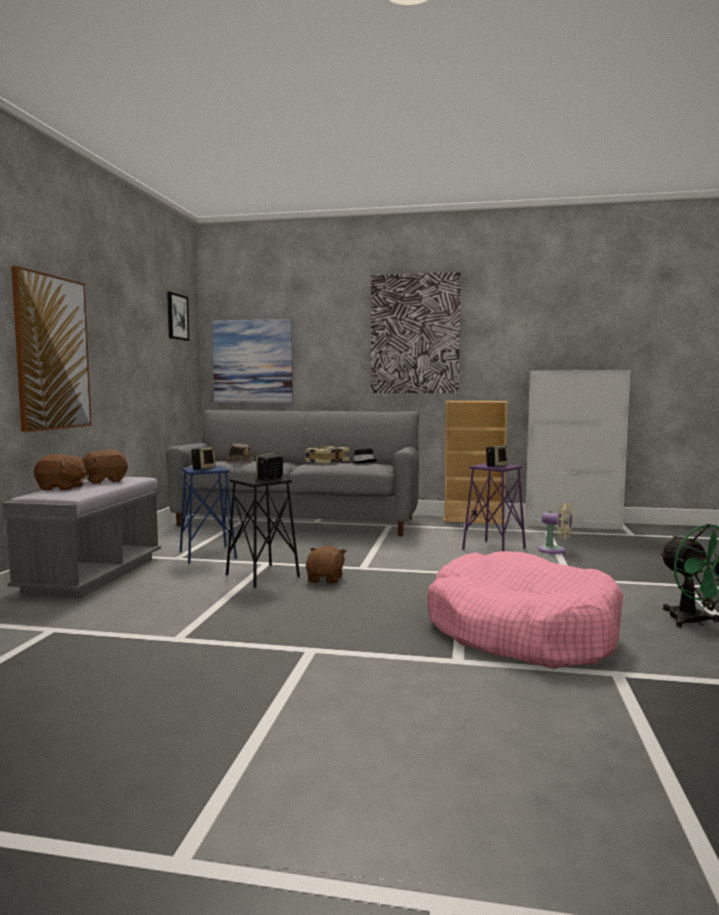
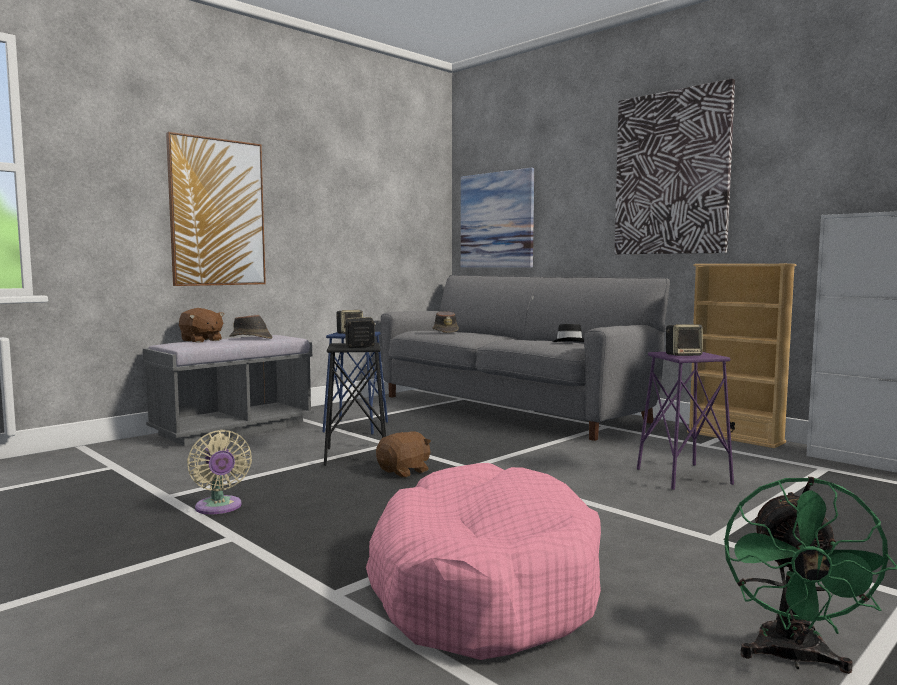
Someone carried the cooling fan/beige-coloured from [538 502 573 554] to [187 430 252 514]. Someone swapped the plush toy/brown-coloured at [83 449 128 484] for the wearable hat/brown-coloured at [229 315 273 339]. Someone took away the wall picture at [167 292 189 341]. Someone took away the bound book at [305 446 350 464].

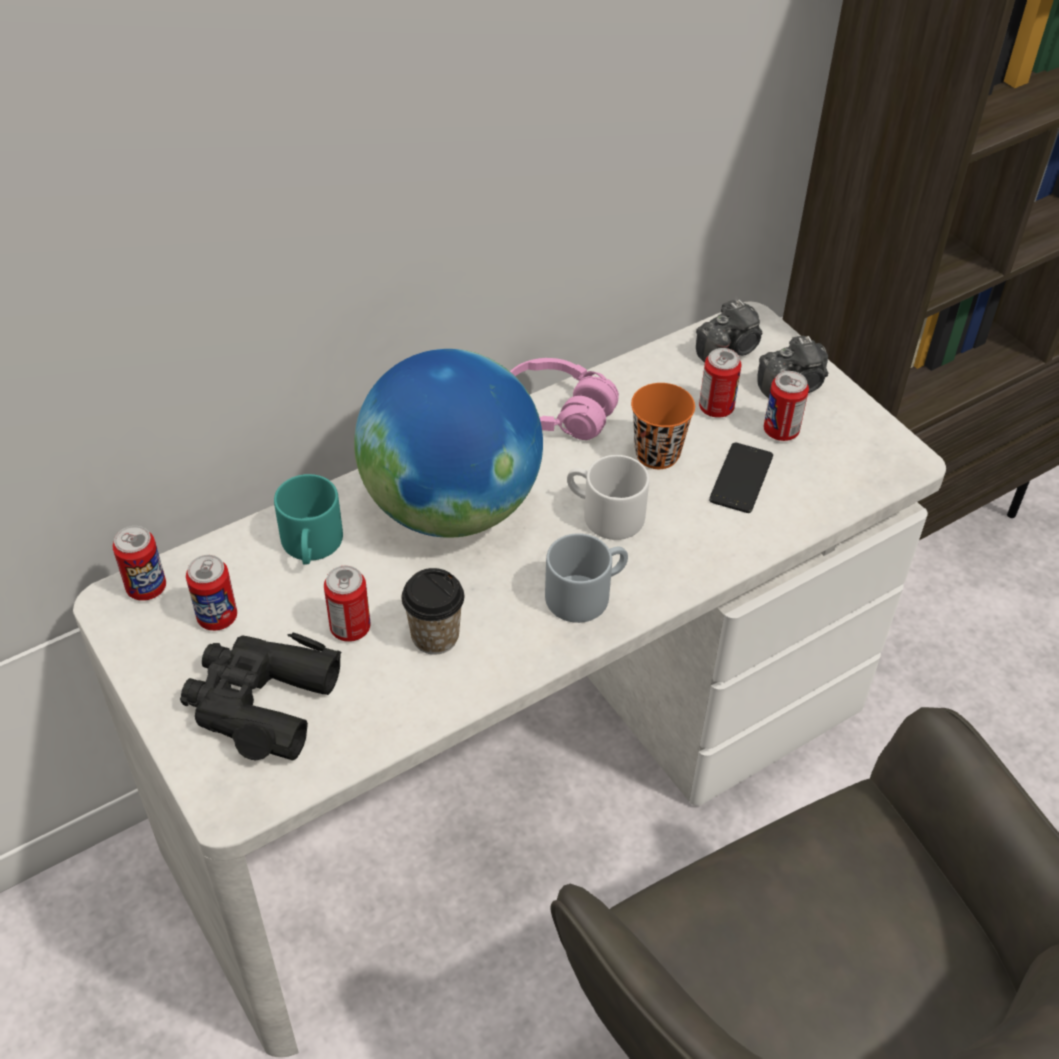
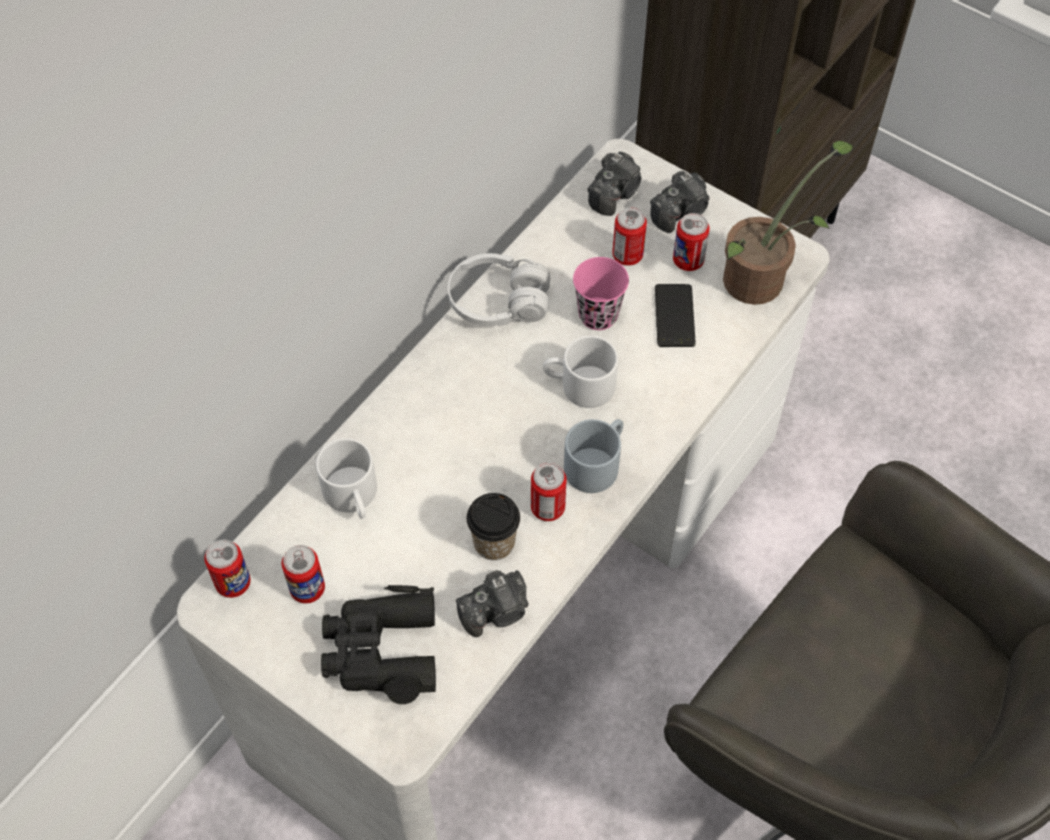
Someone repainted the coffee mug/blue-green at [274 474 343 565], which became the coffee mug/white-coloured at [316 438 377 519]. Someone repainted the pair of headphones/pinkish at [510 358 619 440], which became the pair of headphones/white-coloured at [448 253 550 326]. Someone put down the still camera at [456 570 529 637]. Someone carried the sealed can from [324 566 371 642] to [531 463 567 521]. Someone repainted the drinking cup/orange at [631 383 695 469], which became the drinking cup/pinkish at [573 257 629 330]. Someone put down the potted plant at [723 141 853 305]. Someone took away the desk globe at [354 349 543 538].

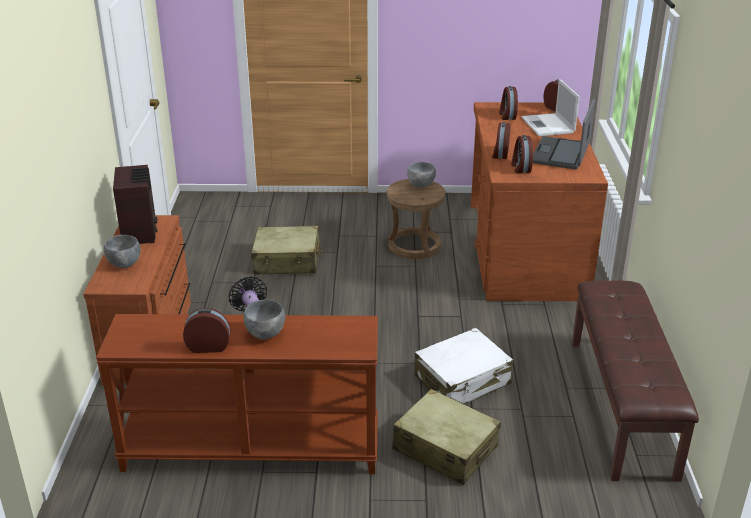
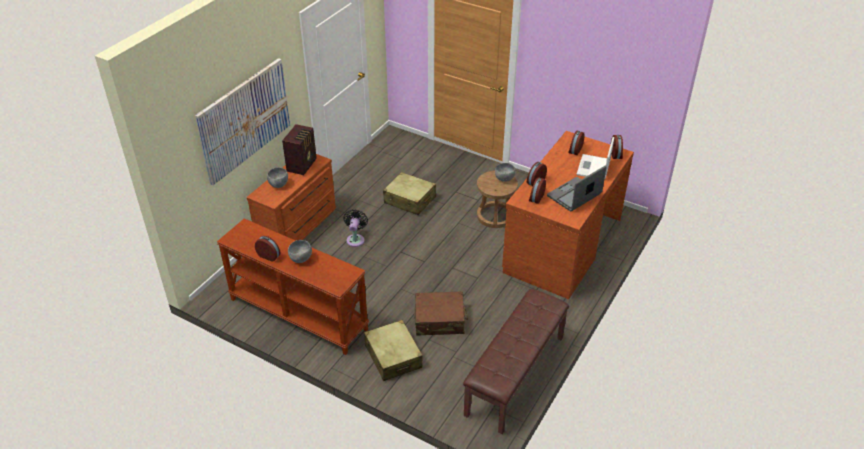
Someone put up the wall picture at [195 58 290 185]. Someone repainted the piece of luggage/white-coloured at [415 328 513 404], which became the piece of luggage/brown-coloured at [414 291 468 336].

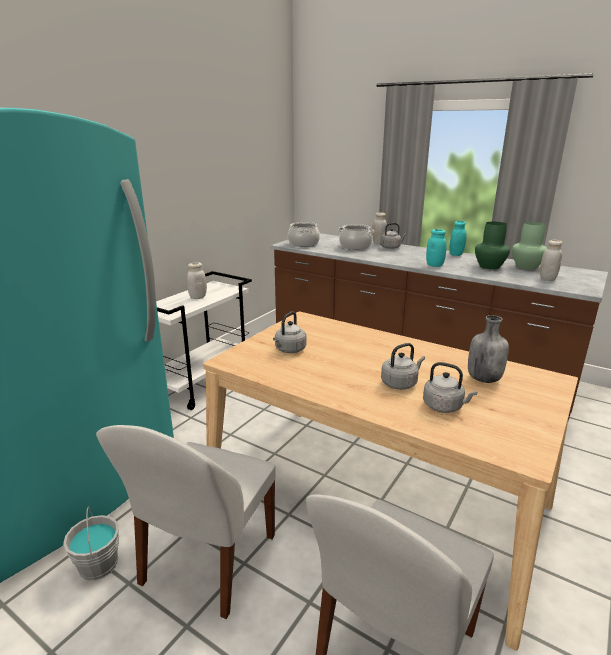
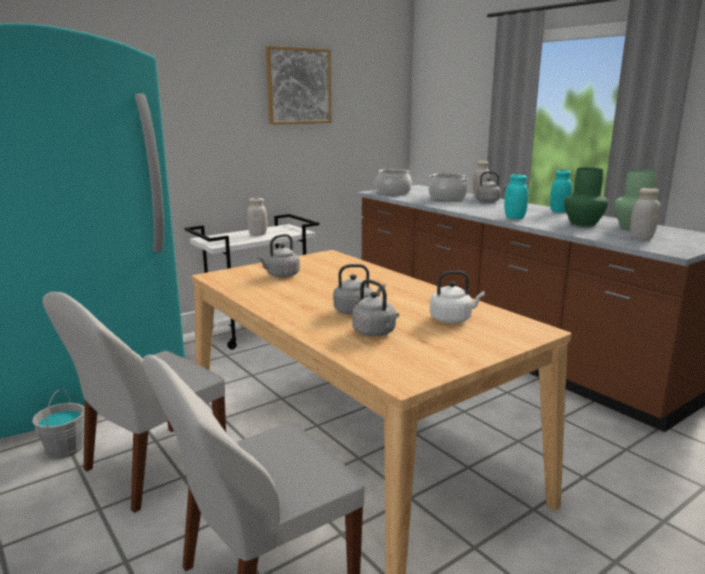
Someone put up the wall picture at [266 46 332 125]. Someone swapped the beverage bottle/gray at [468 315 509 383] for the tea kettle/white-coloured at [430 271 485 323].

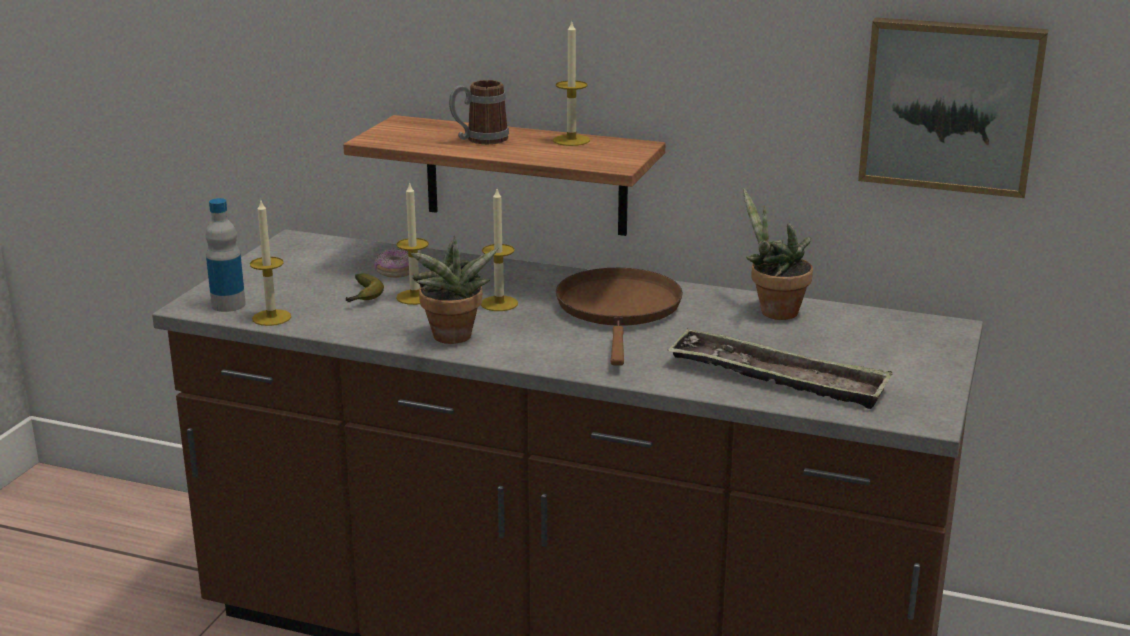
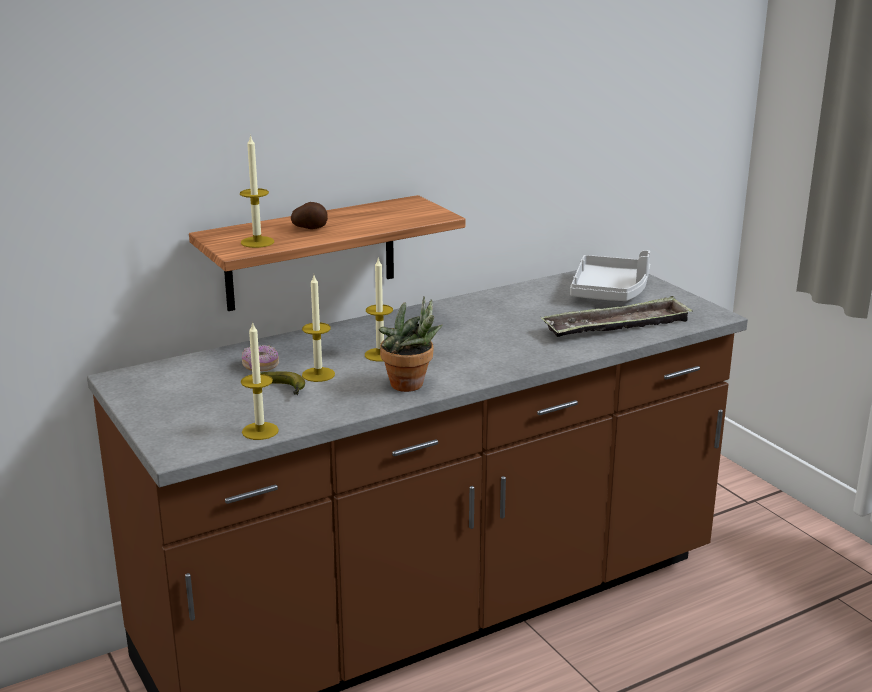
Someone carried the wax light from [553 22 590 146] to [240 134 274 248]. Someone swapped the coffee mug at [449 80 509 144] for the potato at [291 202 328 229]. Someone put down the carrying tray/gray at [570 250 650 301]. Someone took away the beverage bottle at [206 198 246 312]. Someone took away the pan/brown-coloured at [556 268 683 366]. Someone took away the potted plant at [743 189 813 320]. Someone took away the wall picture at [858 17 1049 198].

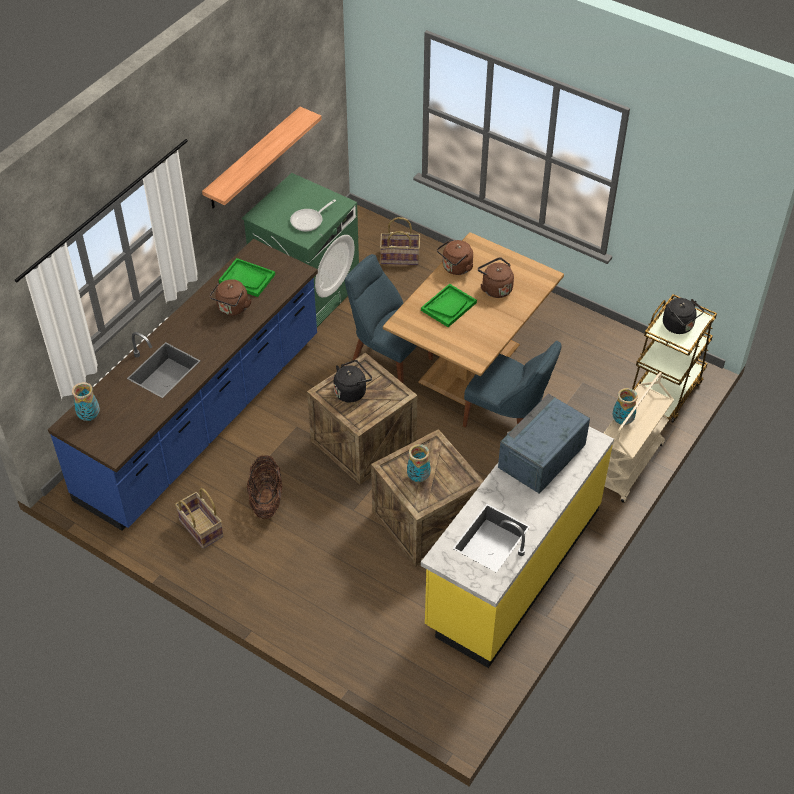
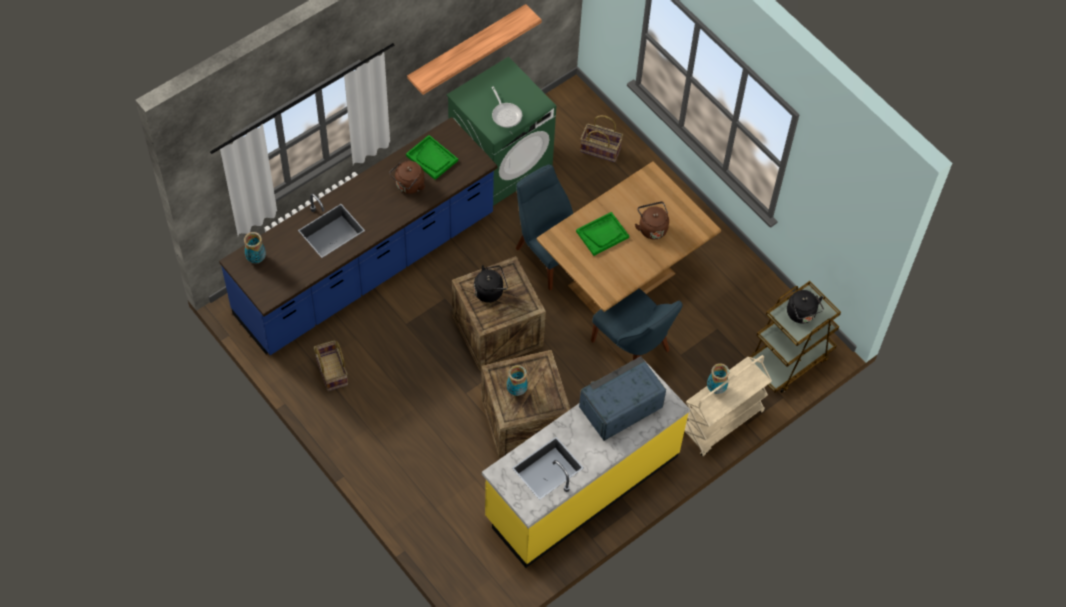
Someone rotated the pan at [290 199 336 232] by 90 degrees counterclockwise. Someone took away the basket at [247 455 283 519]. Someone took away the tea kettle/brown-coloured at [437 240 474 275].

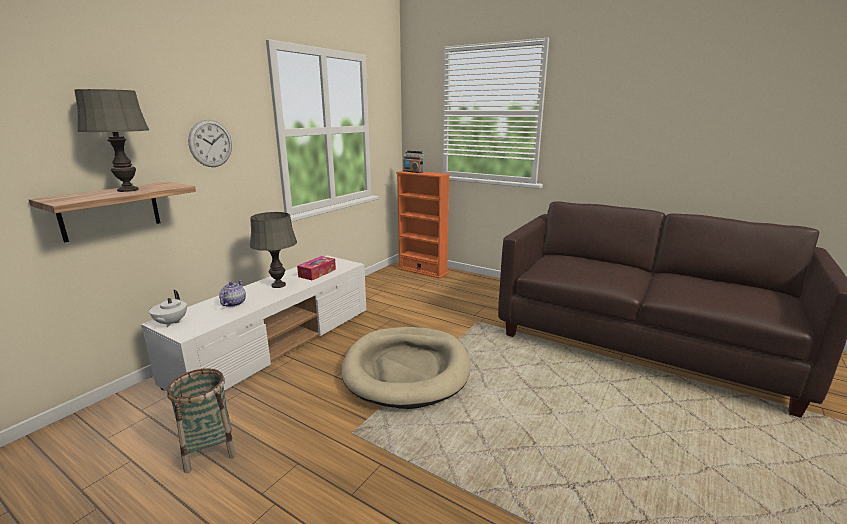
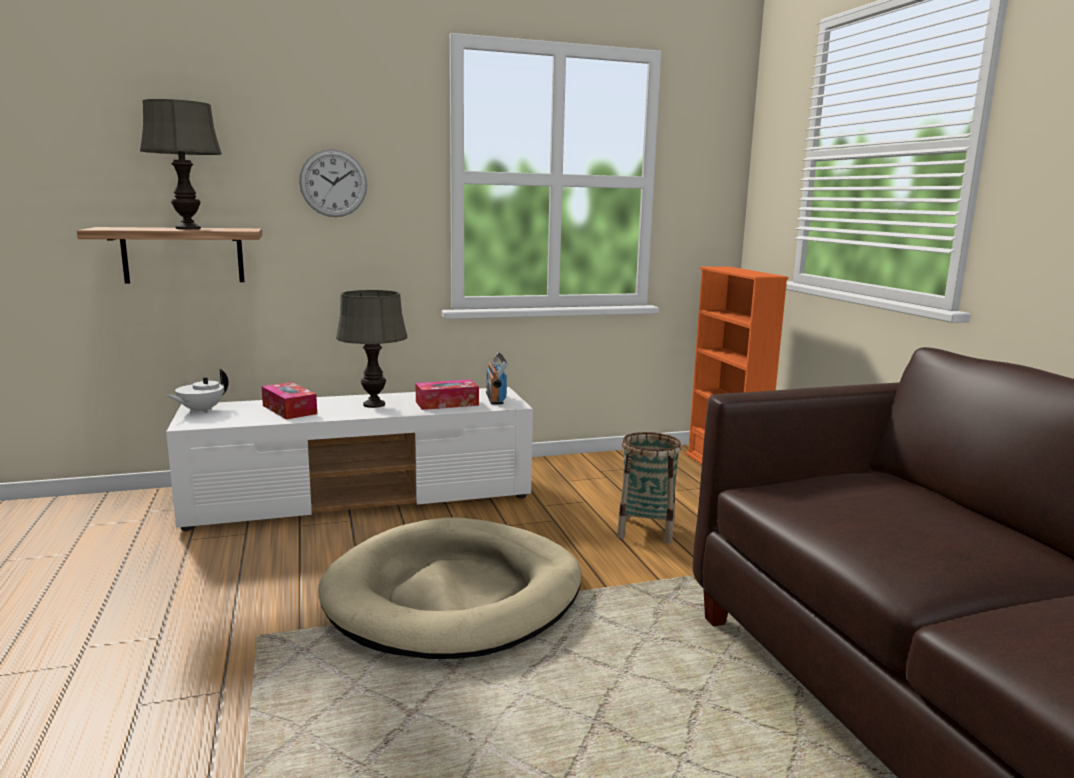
Someone swapped the tea pot at [219 280 246 307] for the box of tissues at [261 382 317 419]. Someone carried the radio set from [403 151 425 173] to [486 352 508 405]. Someone carried the basket from [167 368 236 473] to [617 432 682 544].

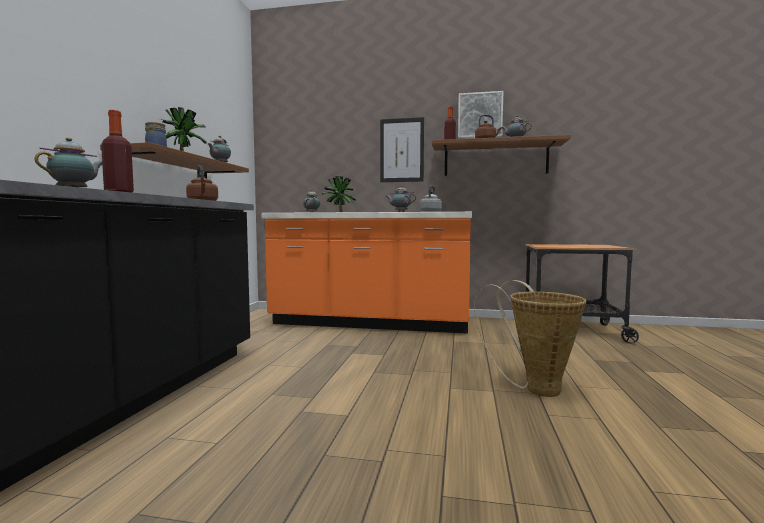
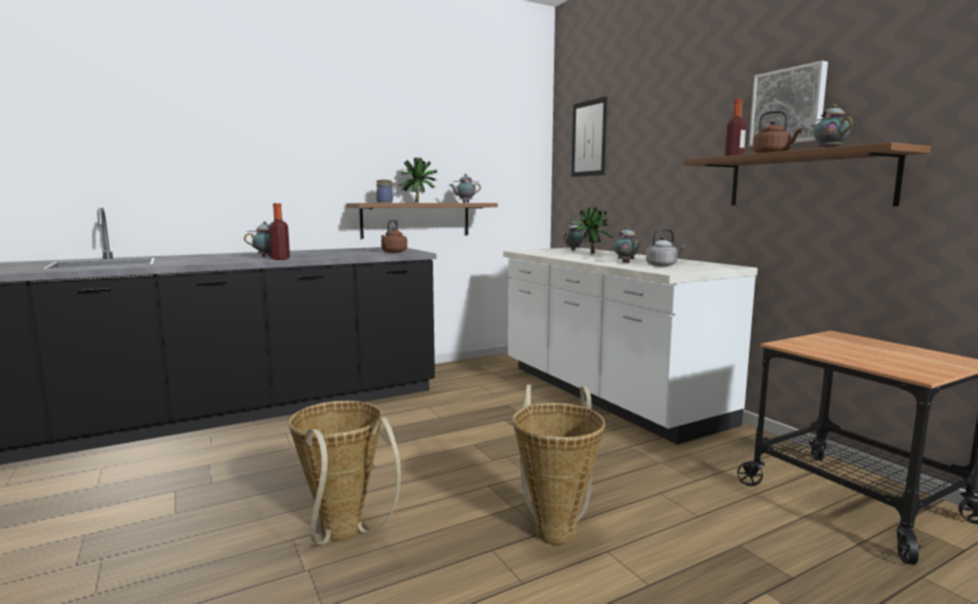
Someone put down the basket at [289 401 401 545]. Someone repainted the counter/orange at [261 212 472 334], which became the counter/white-coloured at [503 247 758 445]. Someone carried the wall picture from [380 117 424 182] to [571 96 608 177].

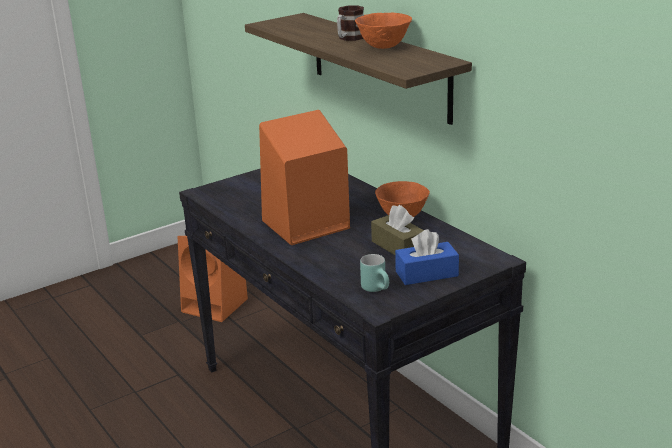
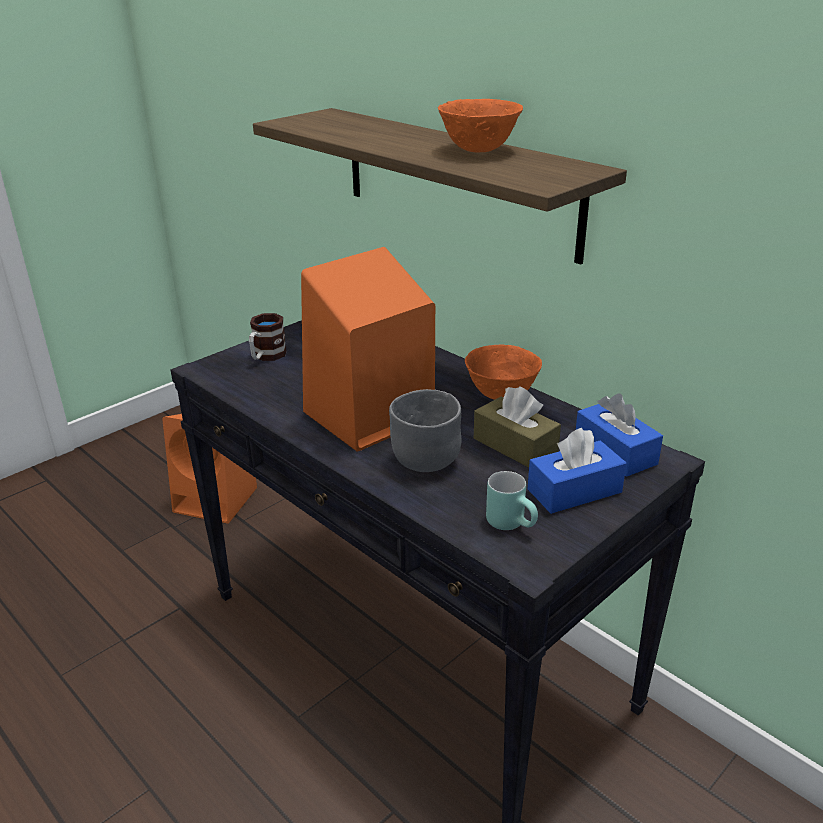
Someone carried the coffee mug from [337 6 364 41] to [249 313 287 361]. Someone put down the deep dish/gray at [389 389 462 472]. Someone put down the box of tissues/blue at [576 393 663 477].

